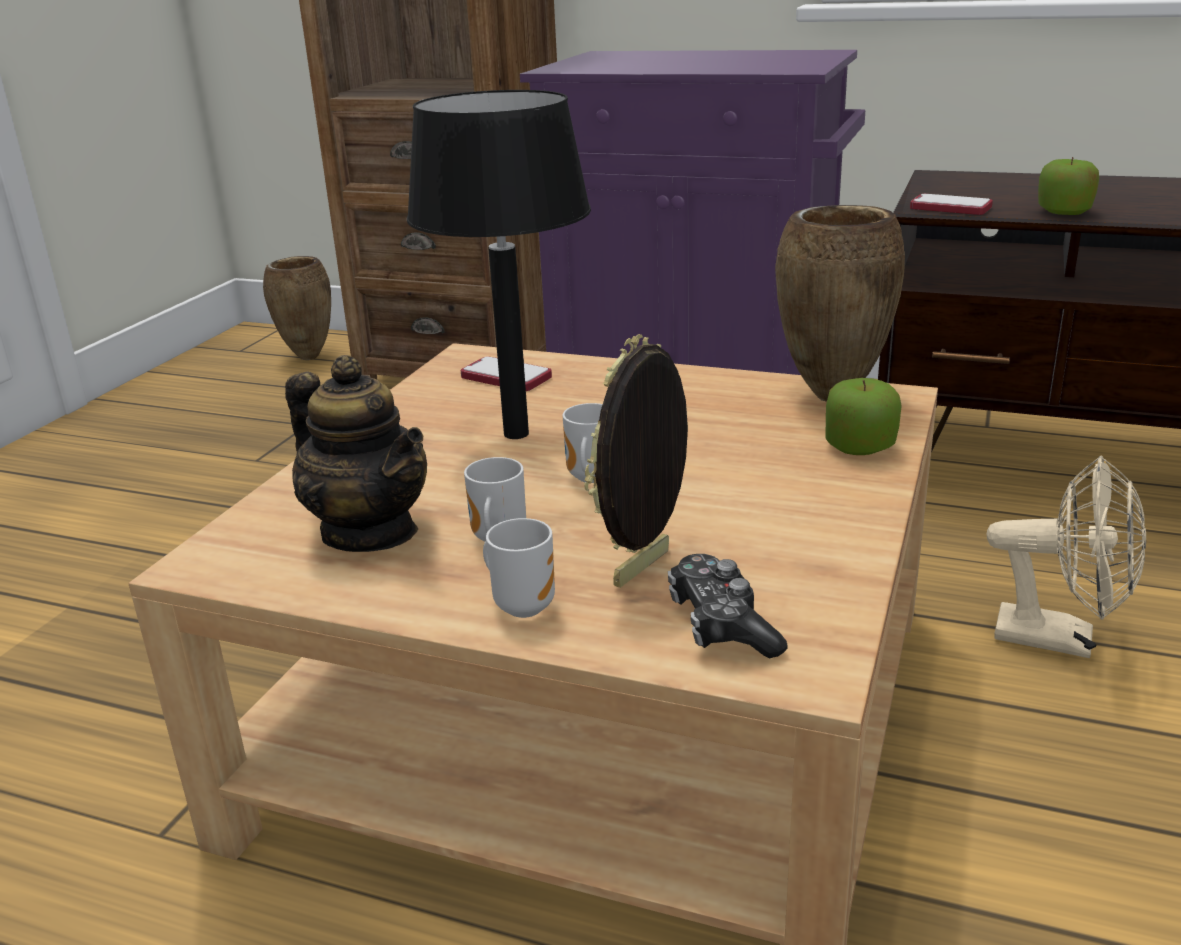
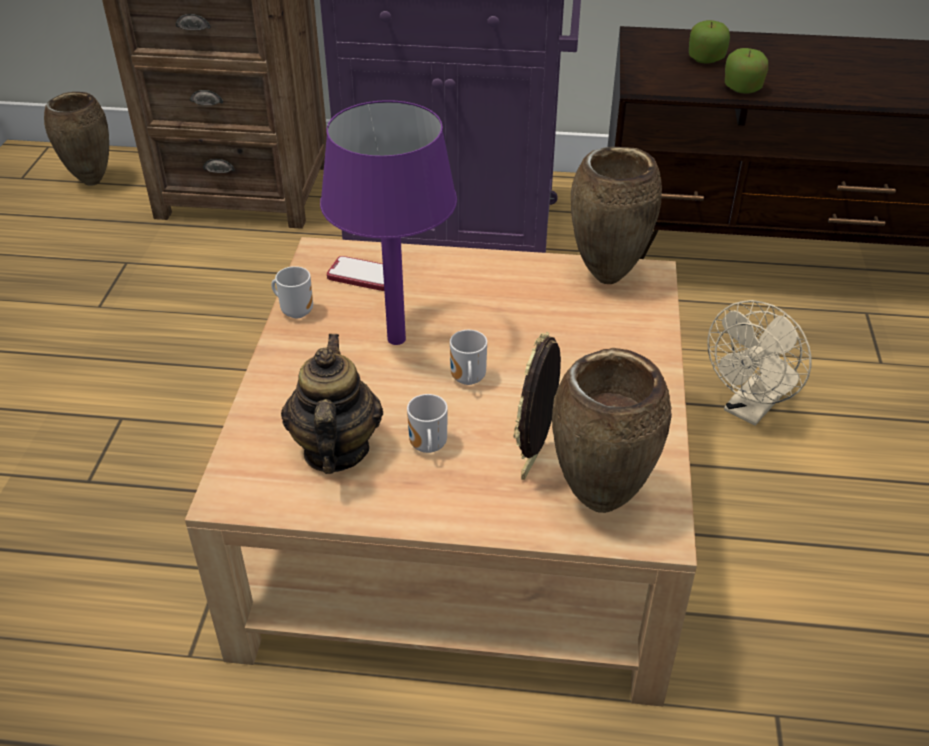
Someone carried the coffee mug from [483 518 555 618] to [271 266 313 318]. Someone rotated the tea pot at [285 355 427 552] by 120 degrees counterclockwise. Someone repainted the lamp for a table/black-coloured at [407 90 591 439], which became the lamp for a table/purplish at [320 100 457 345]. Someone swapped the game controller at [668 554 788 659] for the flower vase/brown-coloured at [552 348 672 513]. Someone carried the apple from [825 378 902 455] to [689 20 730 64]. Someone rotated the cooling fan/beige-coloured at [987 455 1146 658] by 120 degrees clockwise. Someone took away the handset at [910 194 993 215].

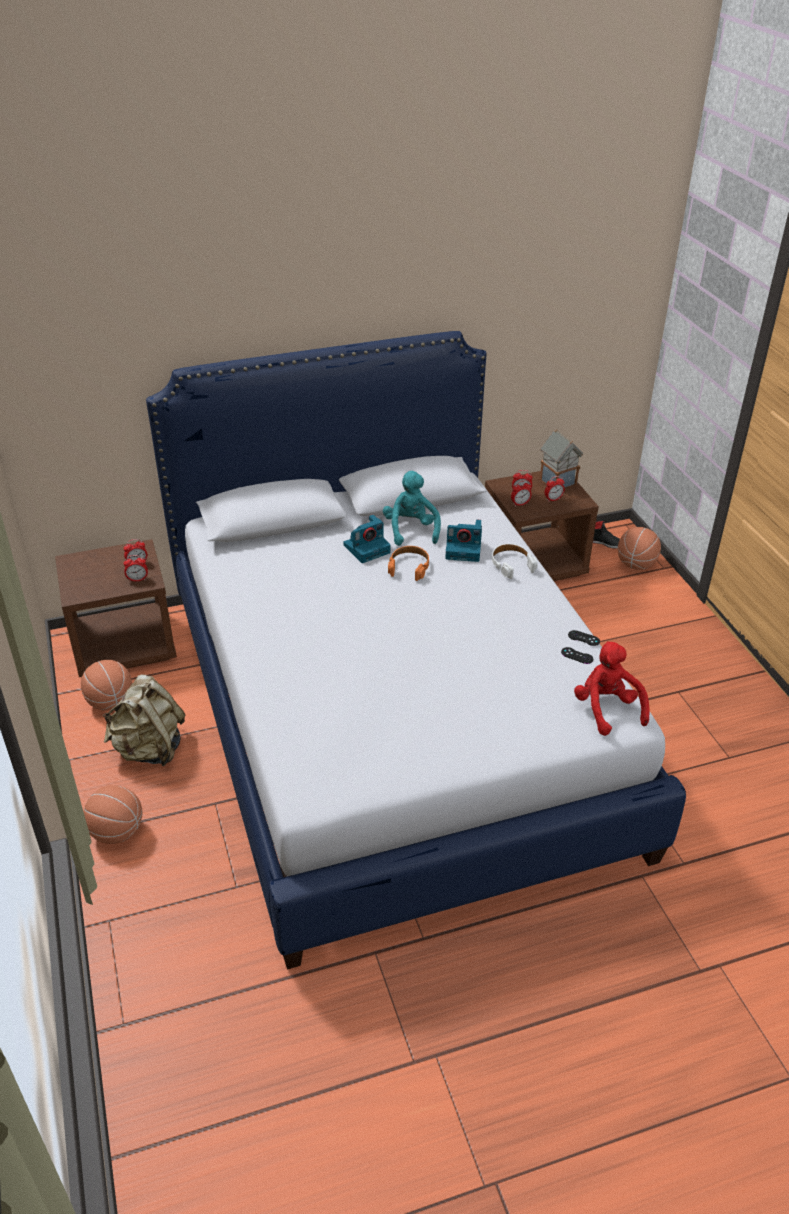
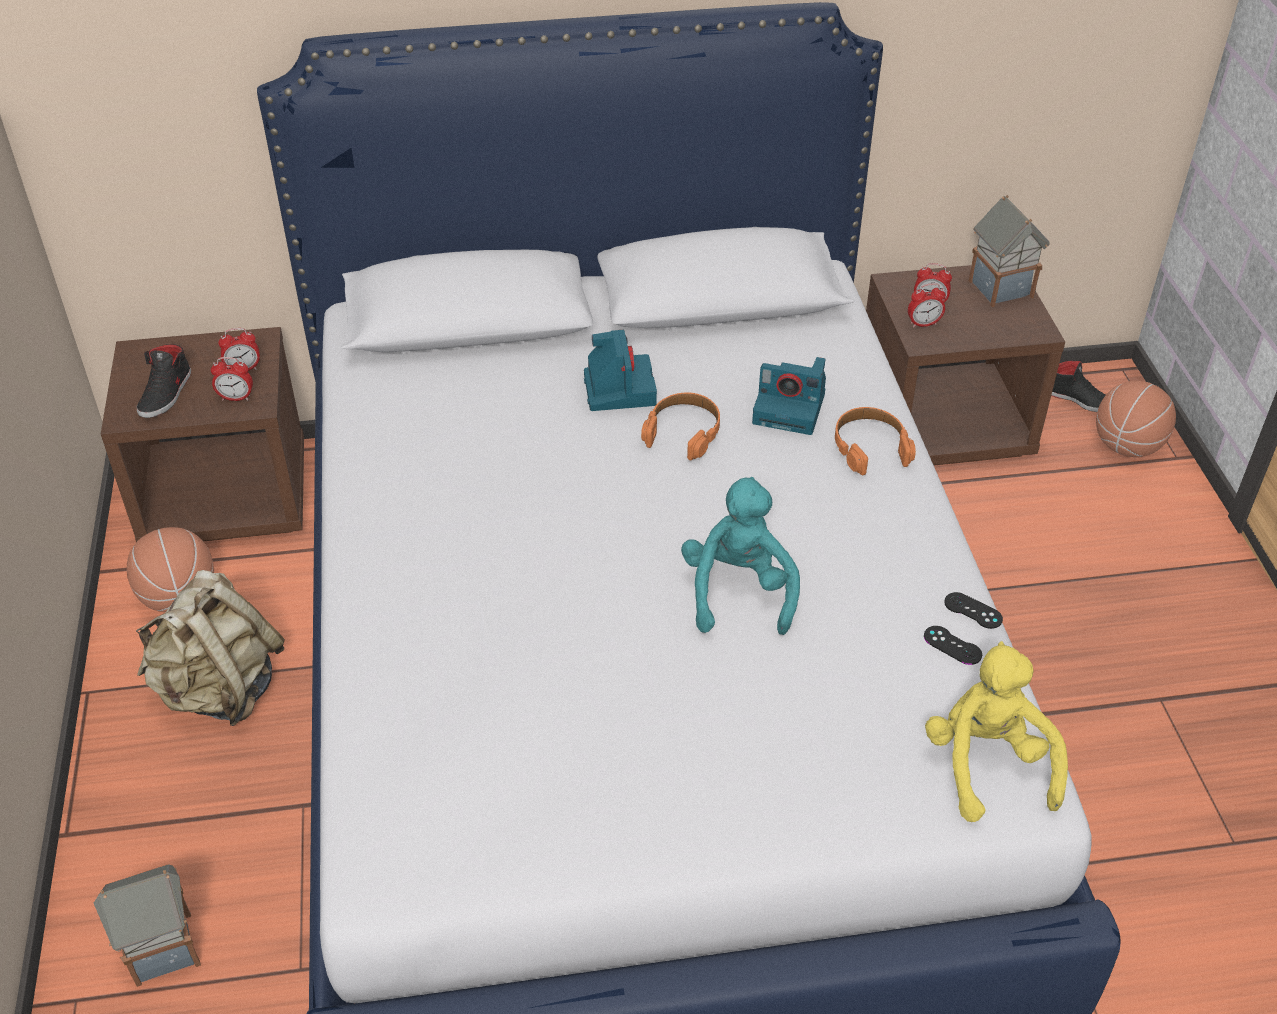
Someone put down the miniature house at [94 864 201 987]. Someone put down the shoe/black-coloured at [137 344 191 418]. Someone rotated the still camera at [343 515 391 563] by 75 degrees counterclockwise. Someone carried the plush toy/blue-green from [383 471 441 546] to [681 477 800 635]. Someone repainted the pair of headphones/white-coloured at [492 544 538 579], which became the pair of headphones/orange at [835 407 916 475]. Someone repainted the plush toy/reddish at [574 641 649 736], which became the plush toy/yellowish at [925 641 1068 822]. Someone took away the ball for basketball at [83 785 142 844]. Someone took away the table clock at [545 476 565 502].

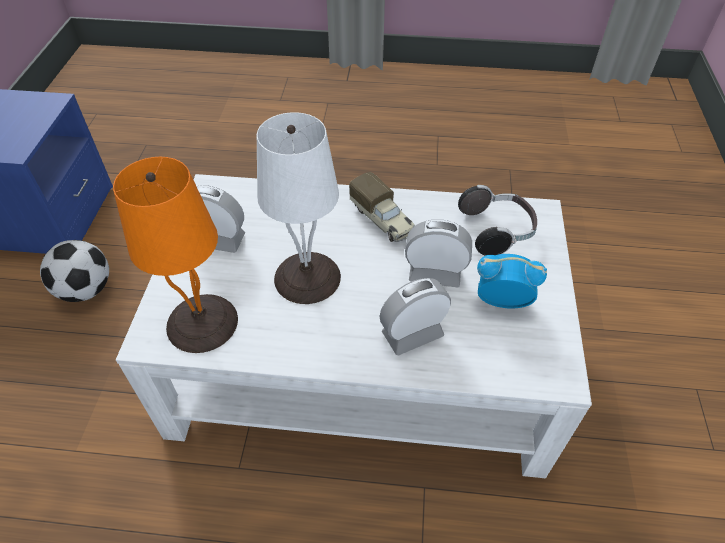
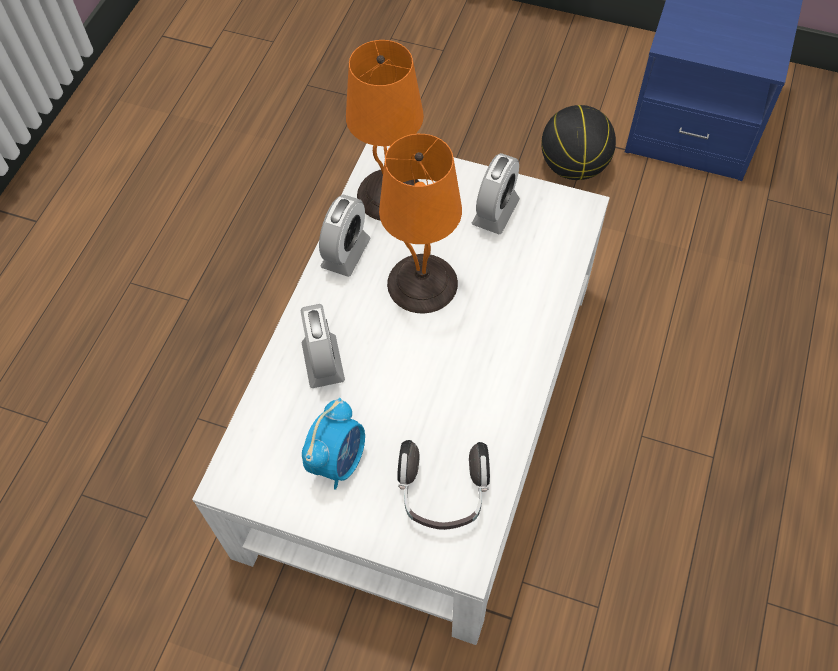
Someone carried the table clock from [405 219 472 287] to [319 195 371 277]. Someone repainted the lamp for a table/white-coloured at [257 112 341 304], which became the lamp for a table/orange at [379 134 462 313]. Someone swapped the football at [40 240 109 302] for the ball for basketball at [541 105 616 180]. Someone took away the toy lorry at [349 172 416 242].

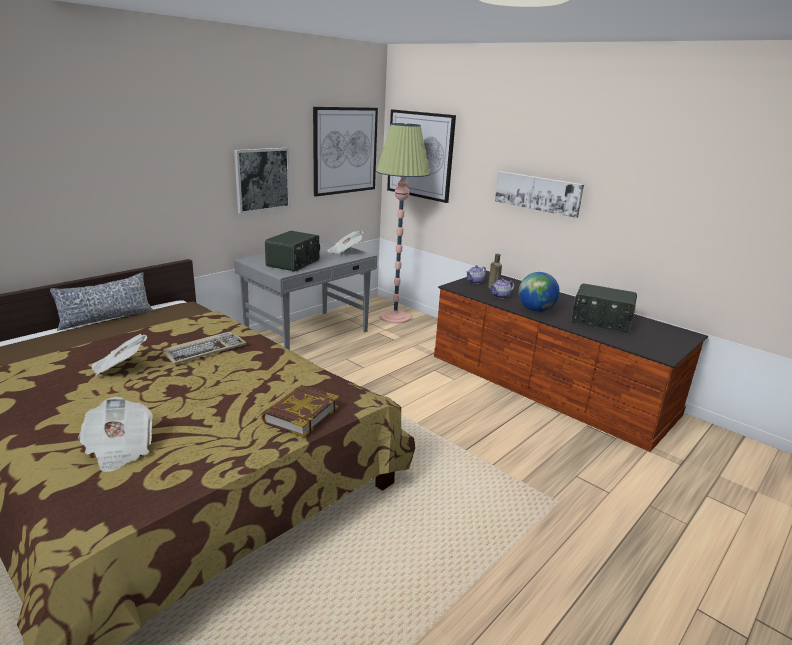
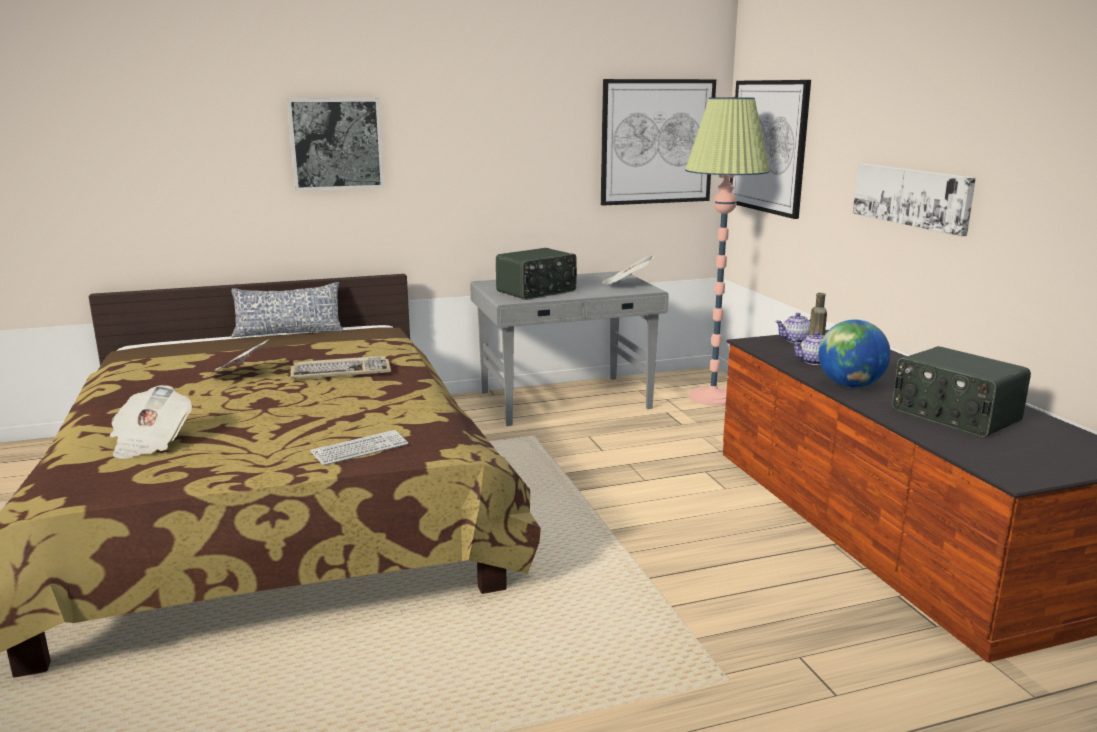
Someone carried the wall picture from [234 148 290 214] to [287 98 384 191]. Someone swapped the bound book at [262 385 339 438] for the computer keyboard at [311 430 409 466].

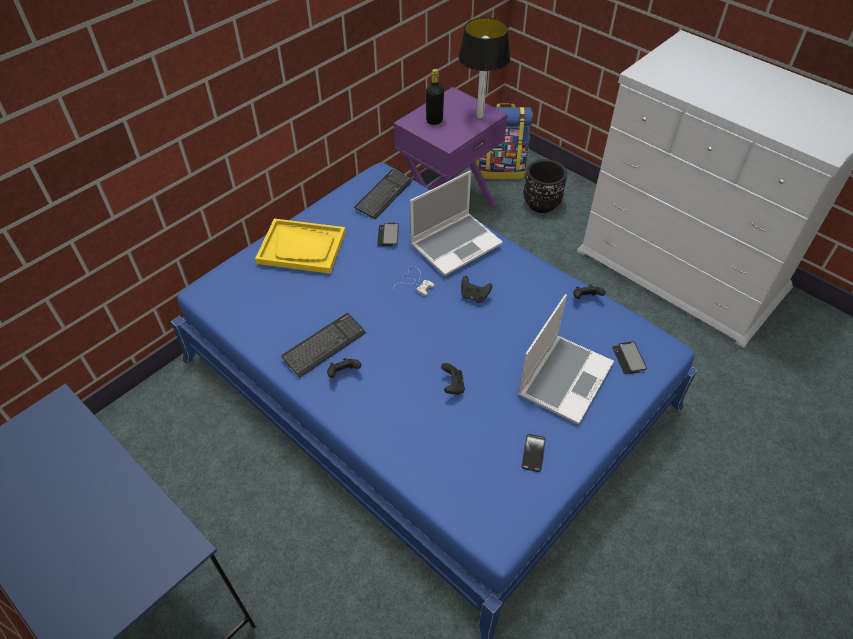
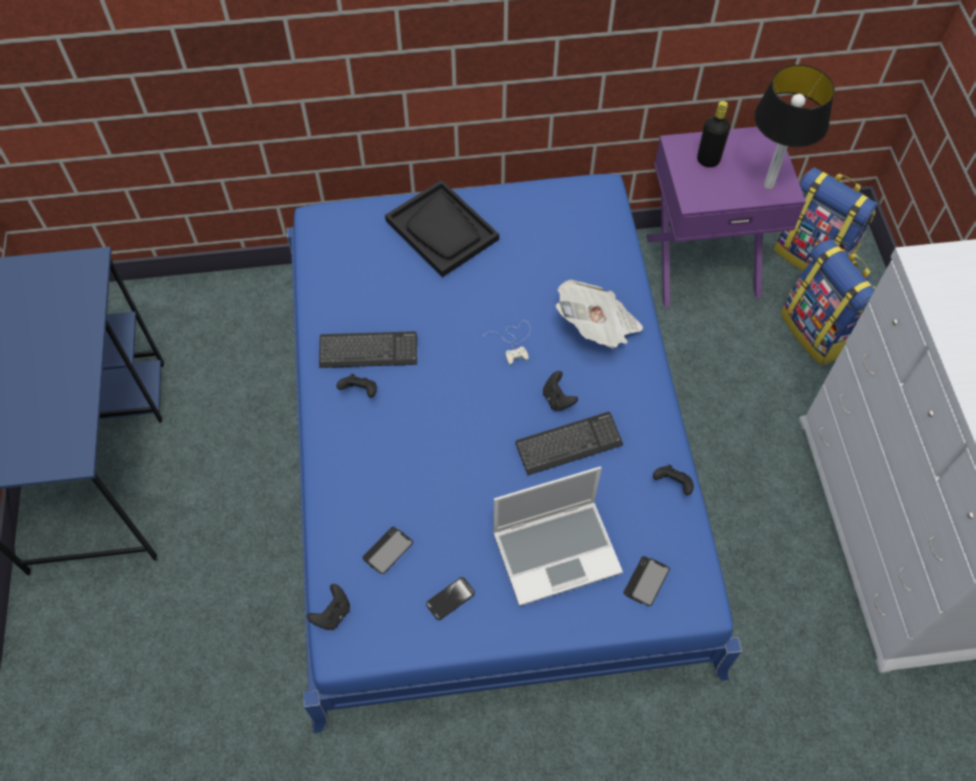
Someone carried the game controller/black-coloured from [441 363 465 395] to [307 584 350 630]. Someone carried the handset from [377 223 399 247] to [362 526 413 574]. Someone repainted the carrying tray/yellowish at [255 218 346 274], which became the carrying tray/black-coloured at [385 180 499 277]. Someone carried the computer keyboard from [354 169 413 220] to [515 412 623 476]. Someone swapped the laptop at [410 171 503 276] for the newspaper at [555 280 643 348]. Someone swapped the planter/black-coloured at [523 159 567 213] for the backpack at [781 239 876 365].

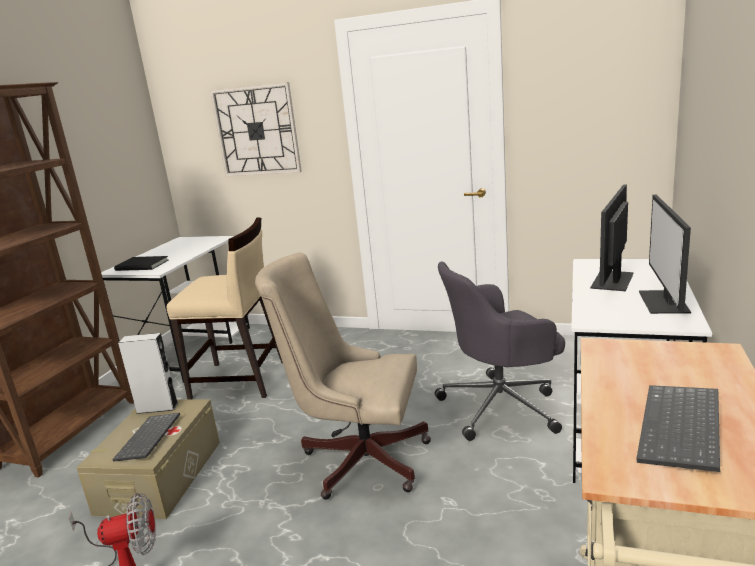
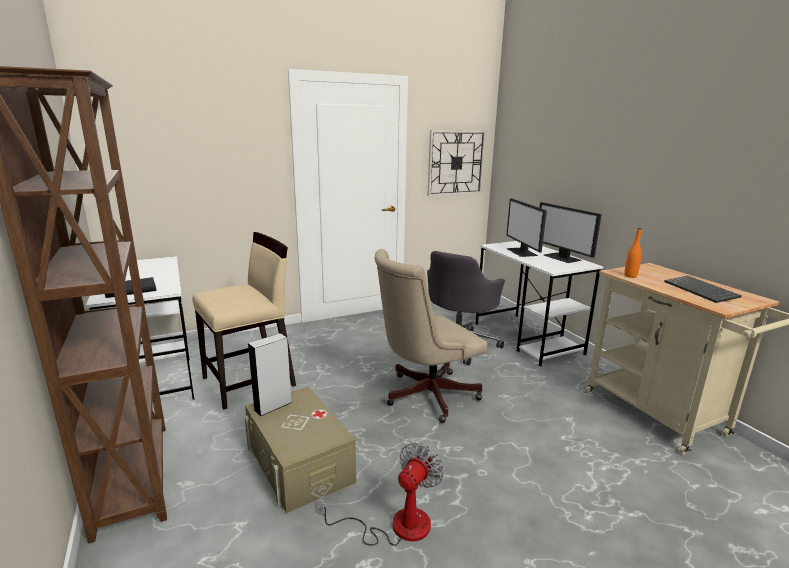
Someone carried the hanging clock from [210 82 302 176] to [427 130 486 197]. Someone put down the beverage bottle/orange at [624 228 642 278]. Someone took away the computer keyboard at [112 413 180 462].

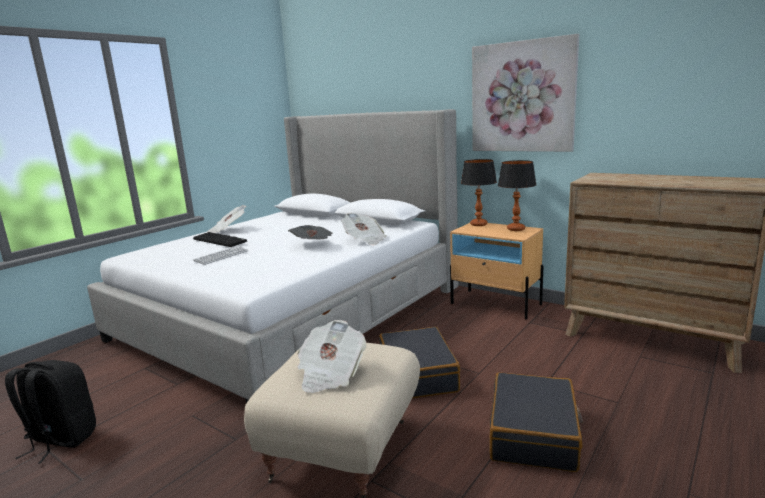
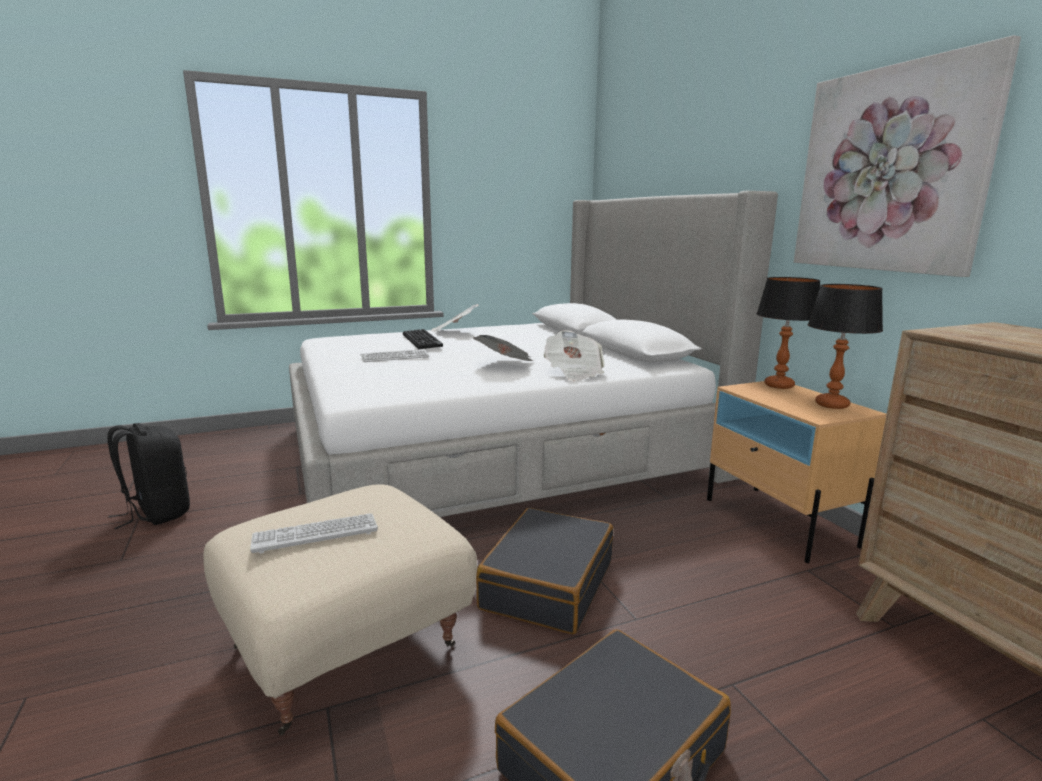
Someone swapped the newspaper at [297 320 367 393] for the computer keyboard at [250 513 378 554].

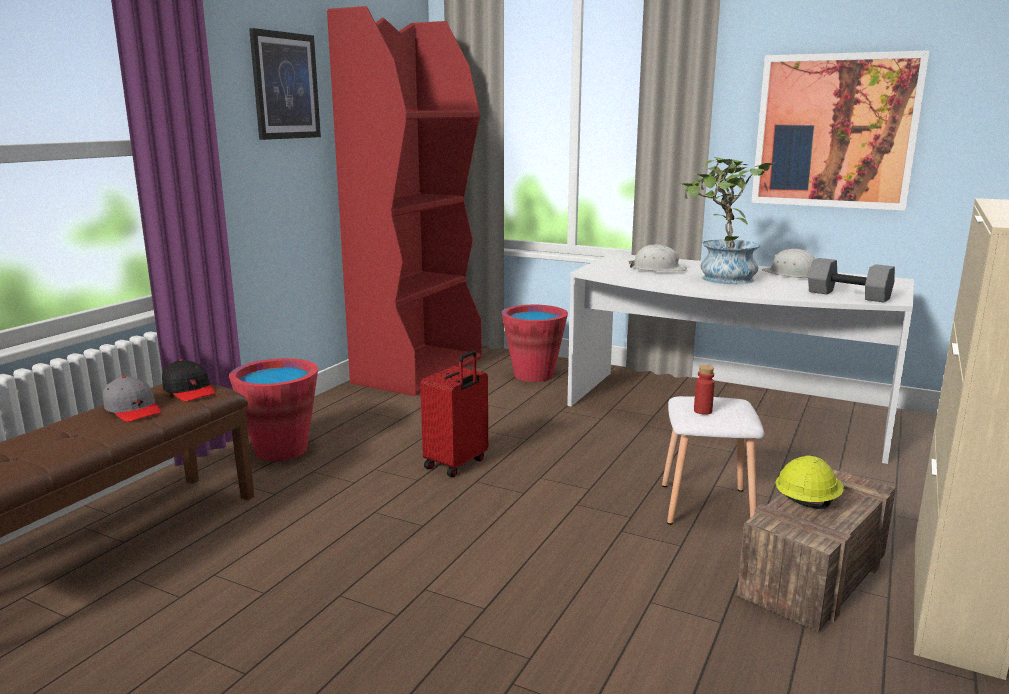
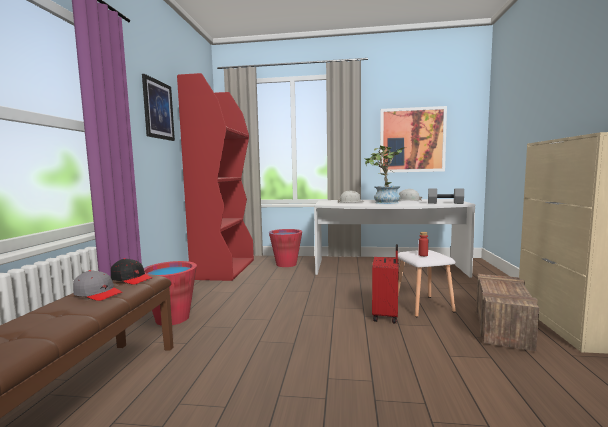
Someone carried the piece of luggage/reddish from [420 351 488 477] to [372 244 399 324]. Someone took away the safety helmet/yellowish at [775 455 844 509].

